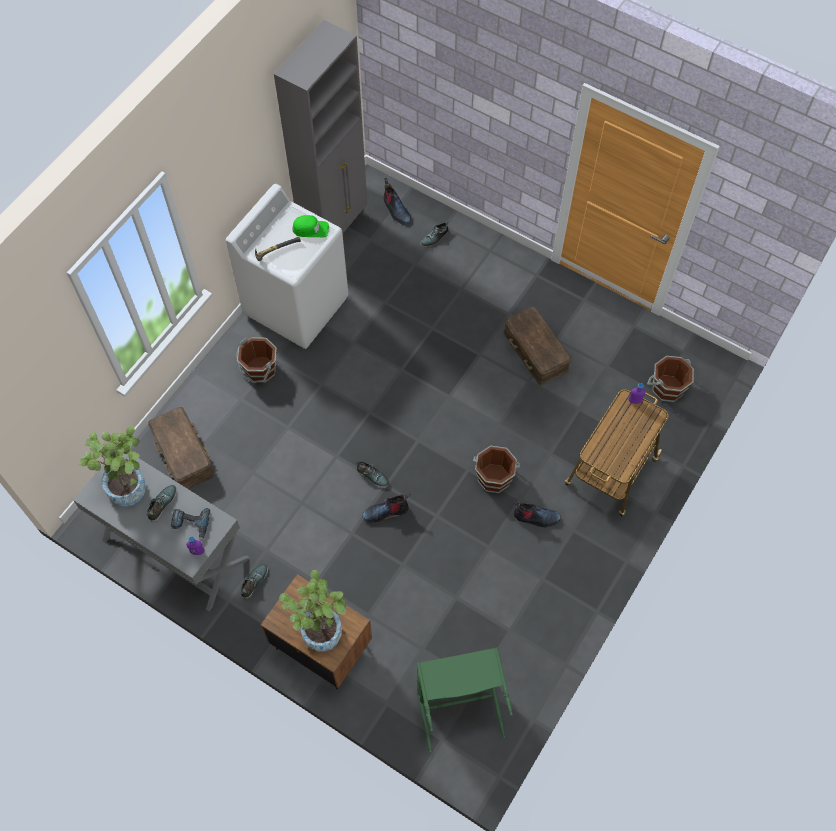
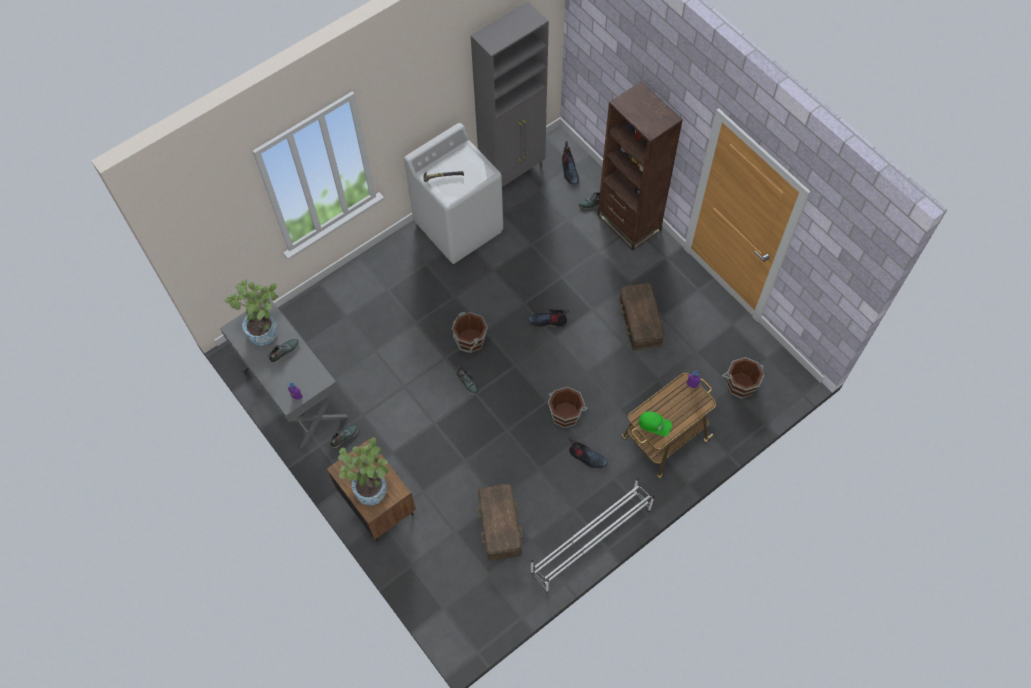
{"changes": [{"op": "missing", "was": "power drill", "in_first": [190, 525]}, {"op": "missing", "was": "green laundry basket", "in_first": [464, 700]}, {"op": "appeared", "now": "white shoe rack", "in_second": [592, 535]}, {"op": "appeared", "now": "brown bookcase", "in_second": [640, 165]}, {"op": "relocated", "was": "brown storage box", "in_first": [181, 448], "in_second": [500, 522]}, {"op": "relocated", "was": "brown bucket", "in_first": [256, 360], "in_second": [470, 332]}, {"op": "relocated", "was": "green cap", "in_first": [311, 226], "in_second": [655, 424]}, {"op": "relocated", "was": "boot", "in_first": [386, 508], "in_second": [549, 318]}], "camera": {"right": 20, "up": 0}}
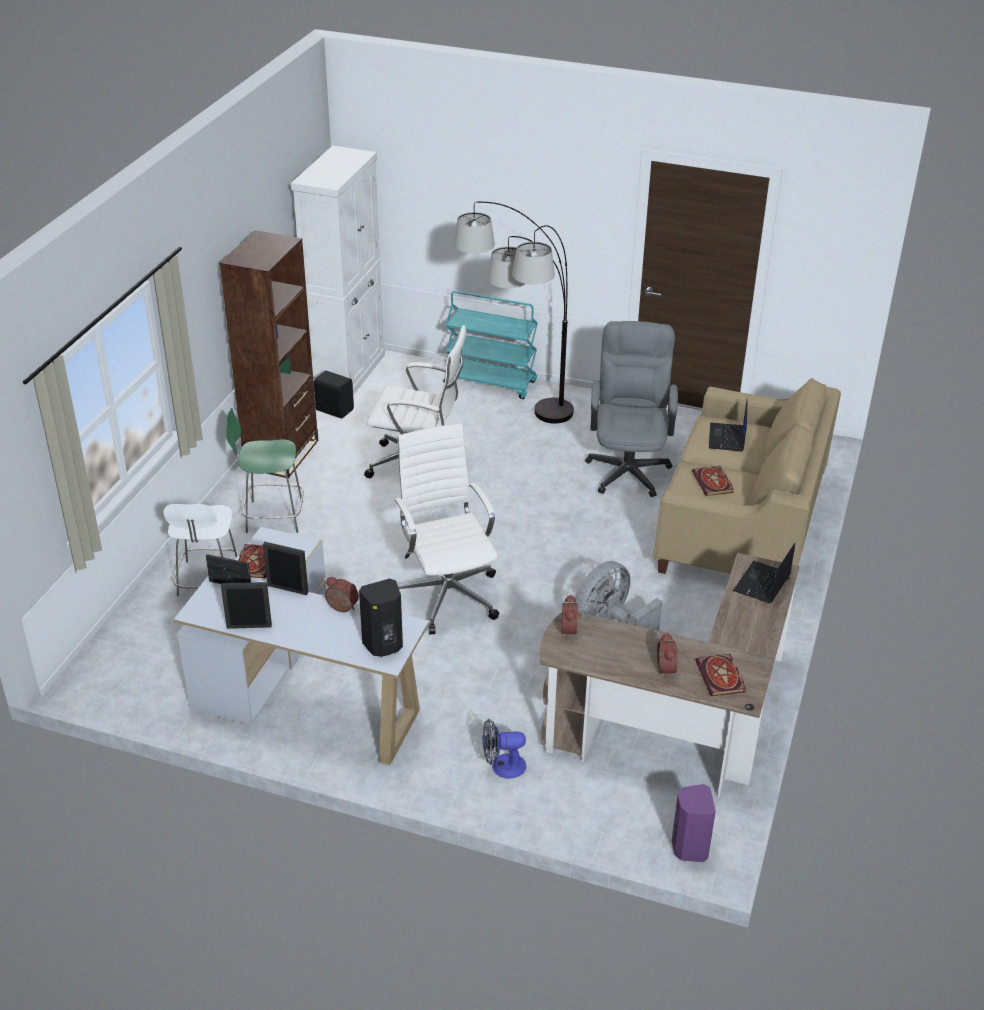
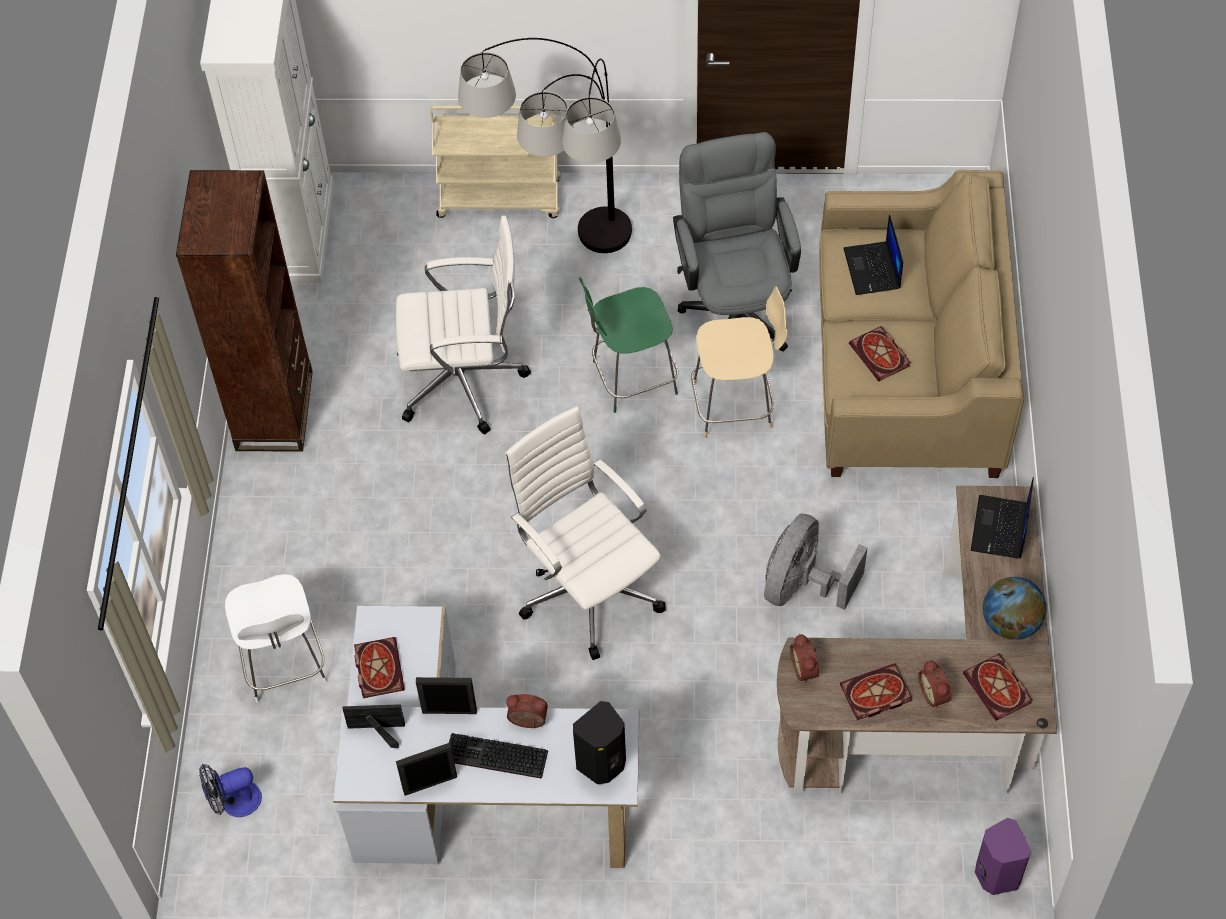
{"changes": [{"op": "missing", "was": "black speaker", "in_first": [334, 395]}, {"op": "appeared", "now": "keyboard", "in_second": [498, 756]}, {"op": "appeared", "now": "beige chair", "in_second": [739, 362]}, {"op": "appeared", "now": "book", "in_second": [876, 691]}, {"op": "appeared", "now": "globe", "in_second": [1015, 608]}, {"op": "relocated", "was": "green chair", "in_first": [265, 470], "in_second": [628, 345]}, {"op": "relocated", "was": "fan", "in_first": [504, 749], "in_second": [230, 790]}, {"op": "colour", "was": "turquoise cart", "now": "beige cart", "in_first": [490, 345], "in_second": [495, 162]}], "camera": {"right": -15, "up": 20}}
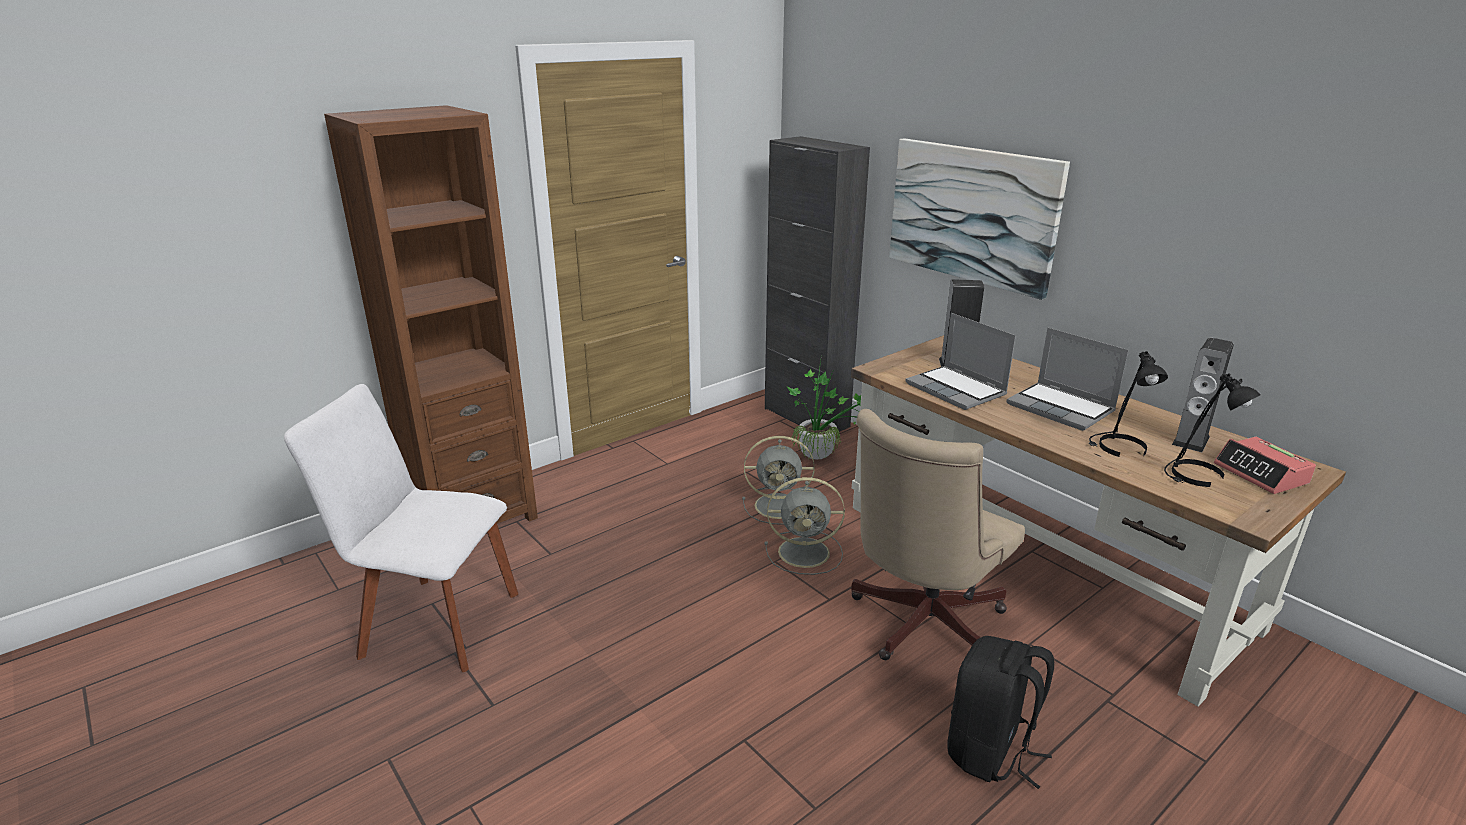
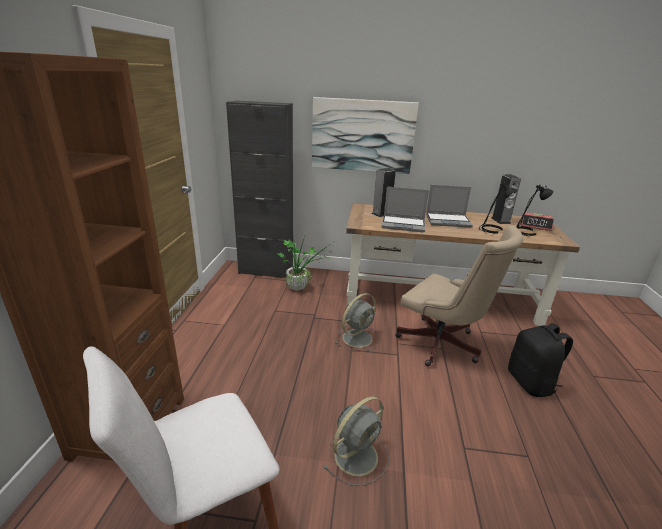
{"changes": [{"op": "relocated", "was": "grey fan", "in_first": [778, 480], "in_second": [356, 441]}, {"op": "spun", "was": "beige office chair", "in_first": [938, 534], "in_second": [459, 296], "clockwise": -45}], "camera": {"right": -45, "up": 0}}
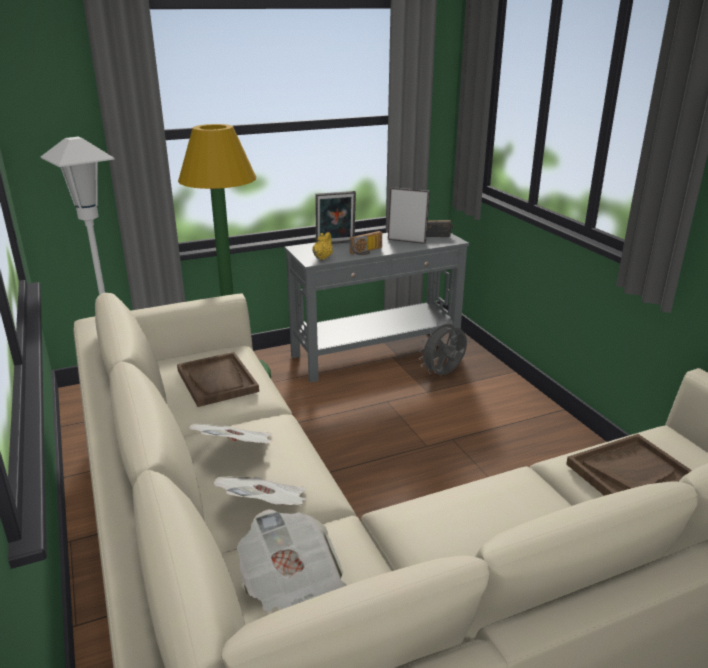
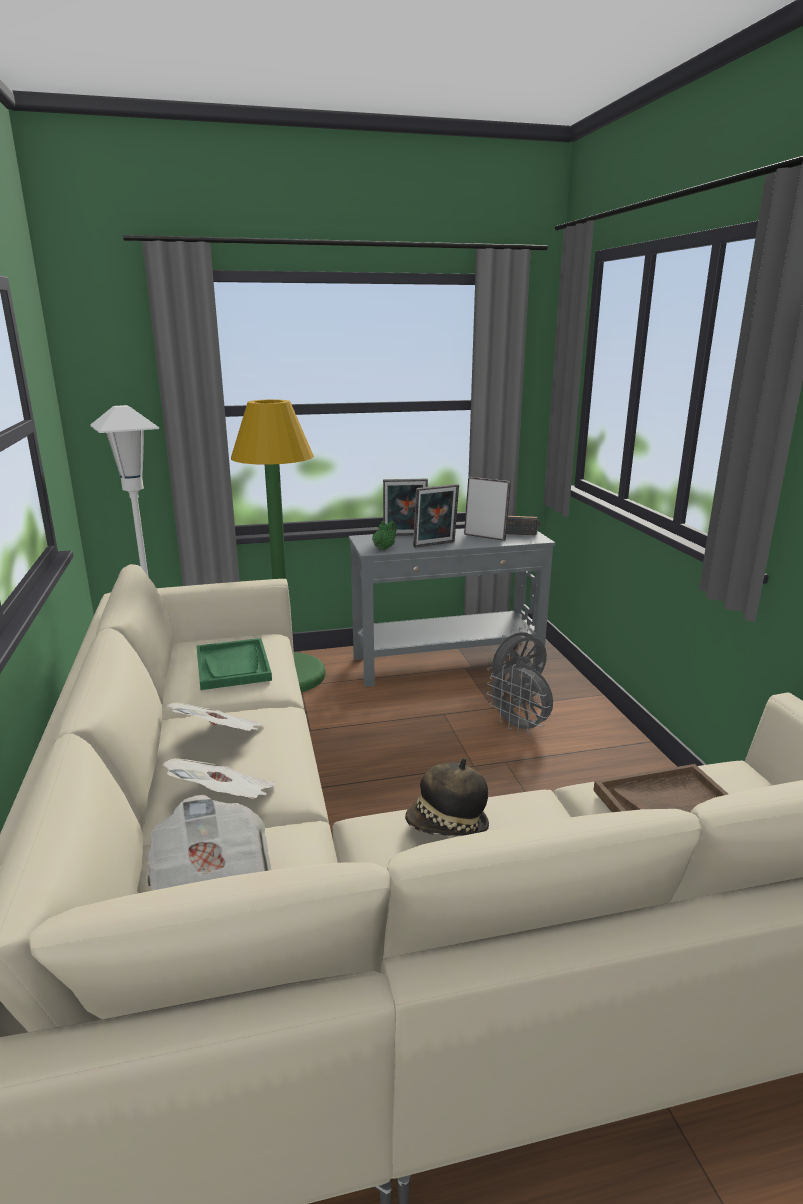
{"changes": [{"op": "appeared", "now": "hat", "in_second": [447, 797]}, {"op": "appeared", "now": "grey fan", "in_second": [520, 699]}, {"op": "exchanged", "was": "radio", "now": "picture frame", "in_first": [365, 243], "in_second": [436, 516]}, {"op": "colour", "was": "brown tray", "now": "green tray", "in_first": [218, 379], "in_second": [234, 664]}, {"op": "colour", "was": "yellow teapot", "now": "green teapot", "in_first": [323, 246], "in_second": [384, 535]}], "camera": {"right": 10, "up": -5}}
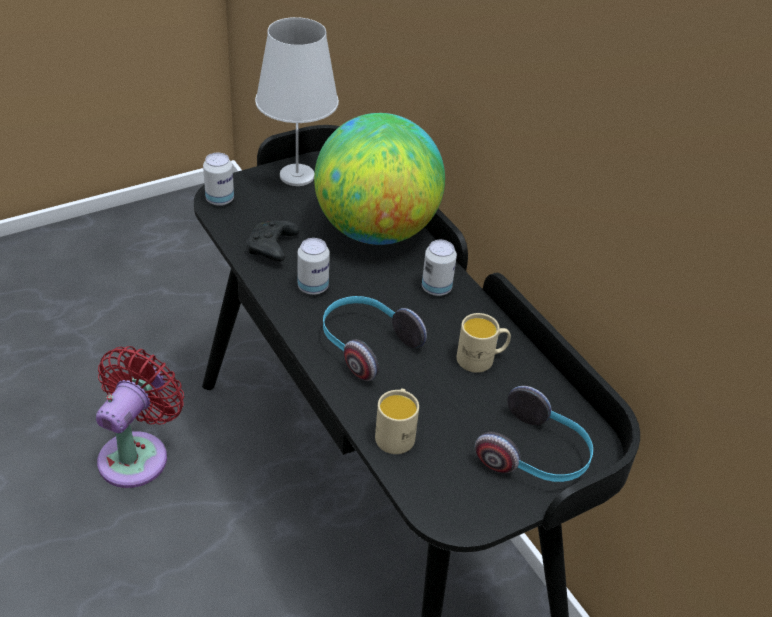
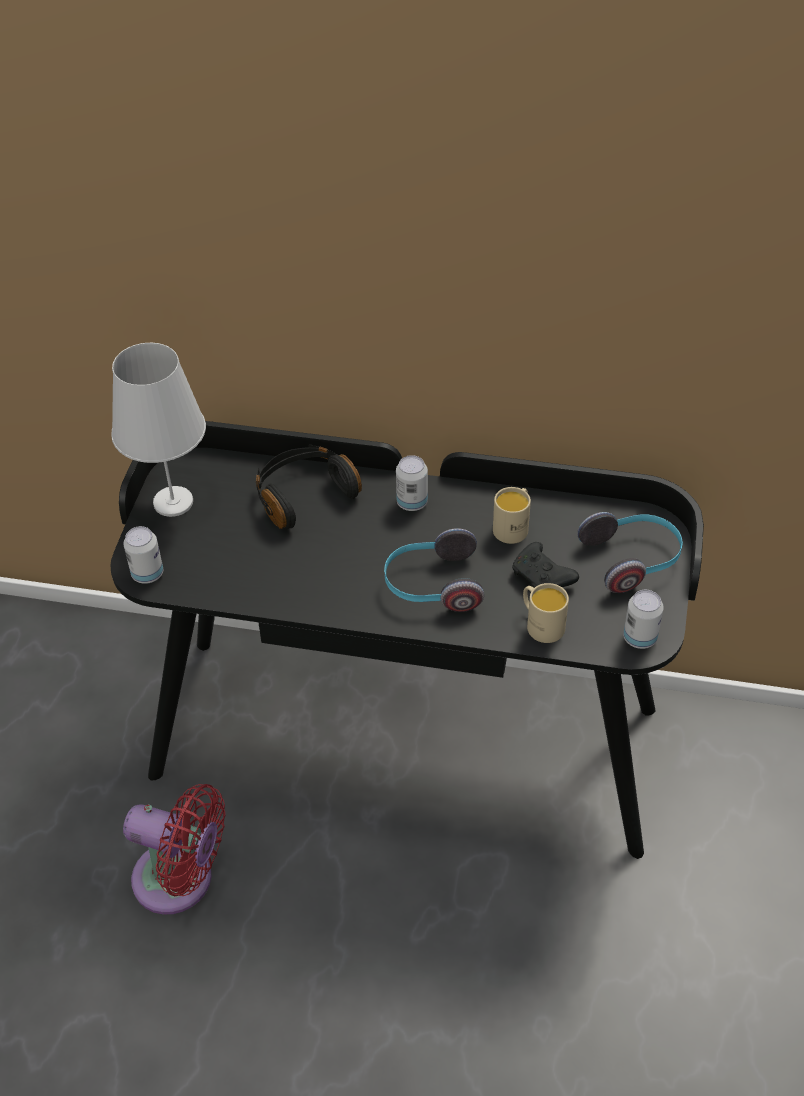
{"changes": [{"op": "relocated", "was": "black game controller", "in_first": [273, 241], "in_second": [545, 565]}, {"op": "relocated", "was": "can", "in_first": [314, 266], "in_second": [643, 619]}, {"op": "exchanged", "was": "globe", "now": "black headphones", "in_first": [379, 179], "in_second": [309, 487]}, {"op": "spun", "was": "red fan", "in_first": [140, 417], "in_second": [174, 849], "clockwise": 135}], "camera": {"right": -45, "up": 5}}
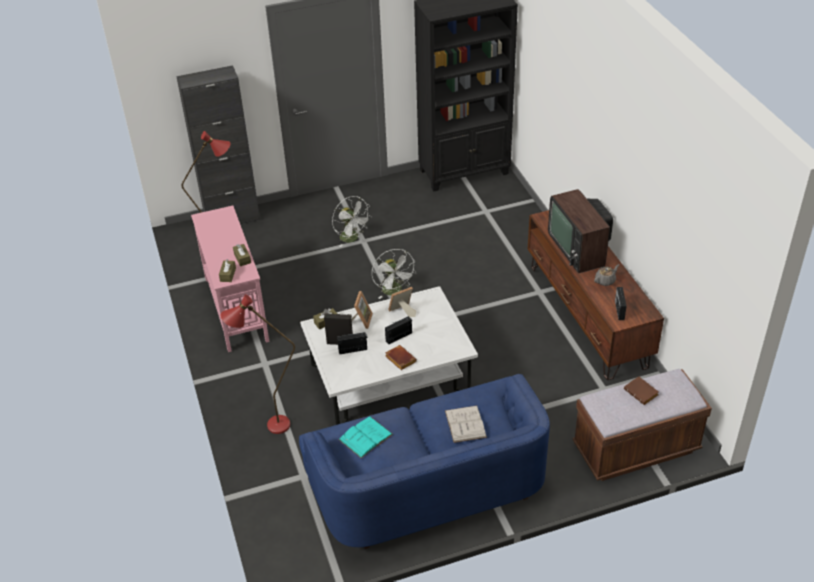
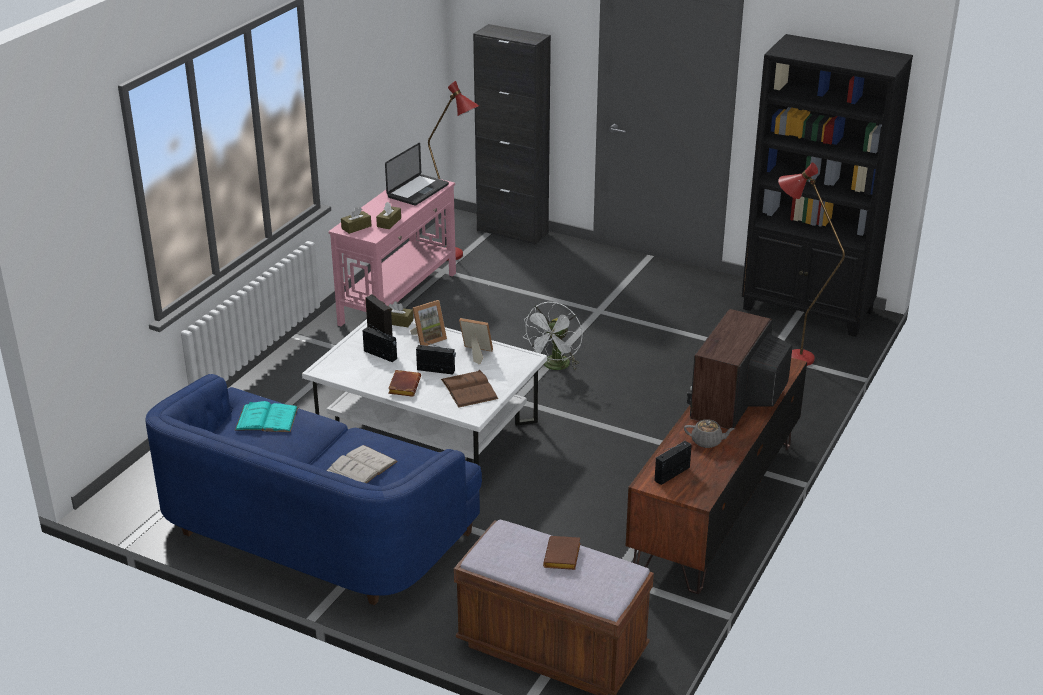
{"changes": [{"op": "missing", "was": "white fan", "in_first": [352, 221]}, {"op": "appeared", "now": "laptop", "in_second": [417, 174]}, {"op": "appeared", "now": "brown book", "in_second": [469, 389]}, {"op": "relocated", "was": "red floor lamp", "in_first": [257, 364], "in_second": [811, 264]}], "camera": {"right": 45, "up": -10}}
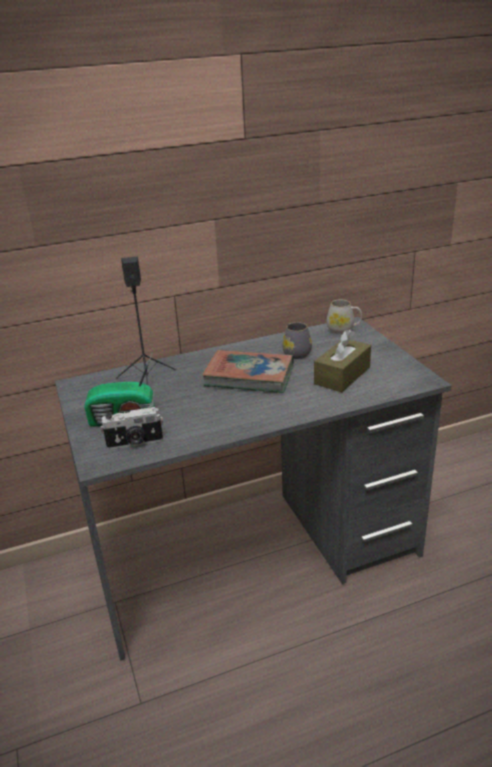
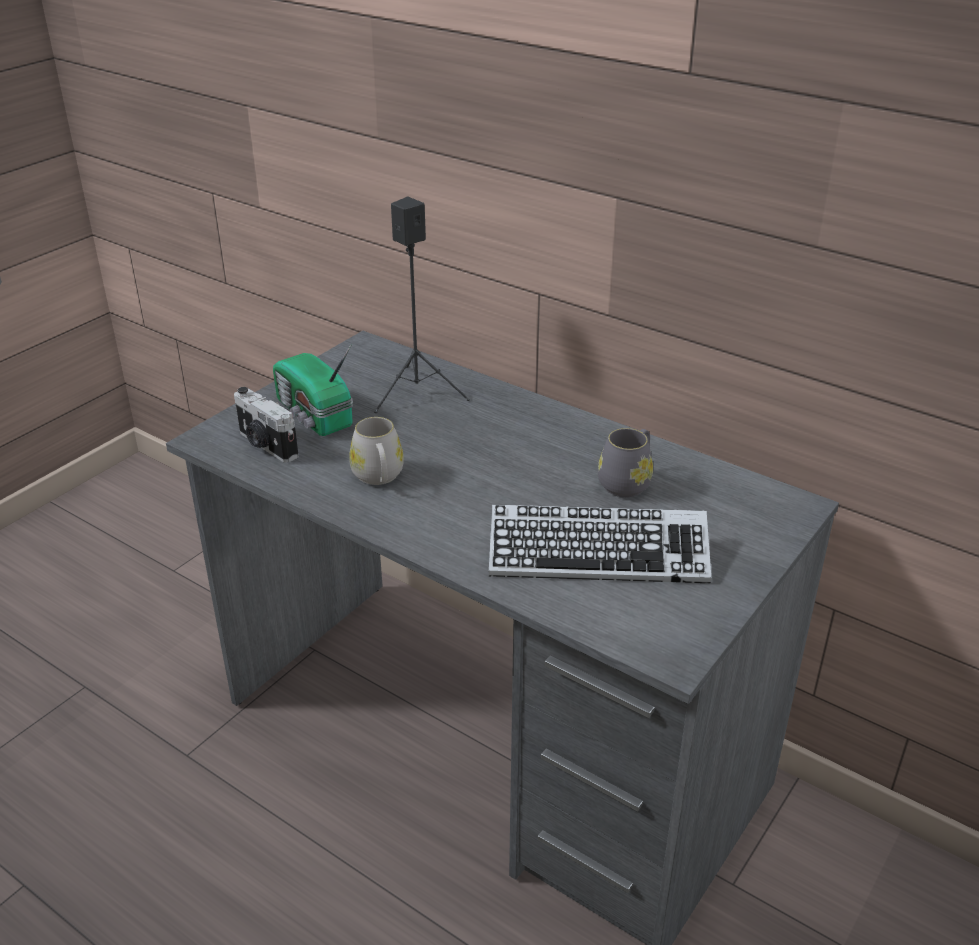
{"changes": [{"op": "missing", "was": "book", "in_first": [248, 371]}, {"op": "relocated", "was": "white mug", "in_first": [344, 316], "in_second": [376, 451]}, {"op": "exchanged", "was": "brown tissue box", "now": "keyboard", "in_first": [342, 361], "in_second": [600, 543]}], "camera": {"right": 55, "up": 5}}
